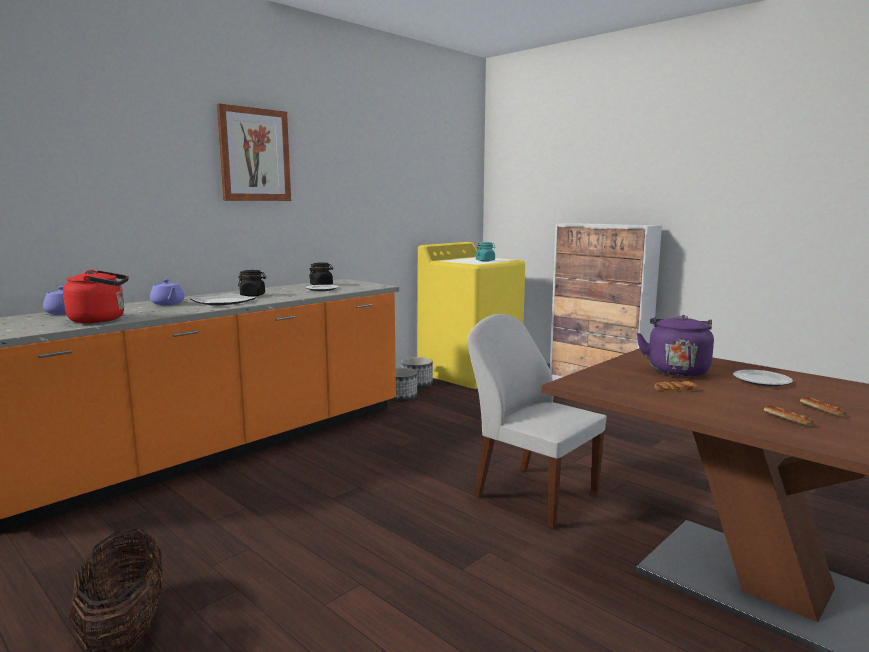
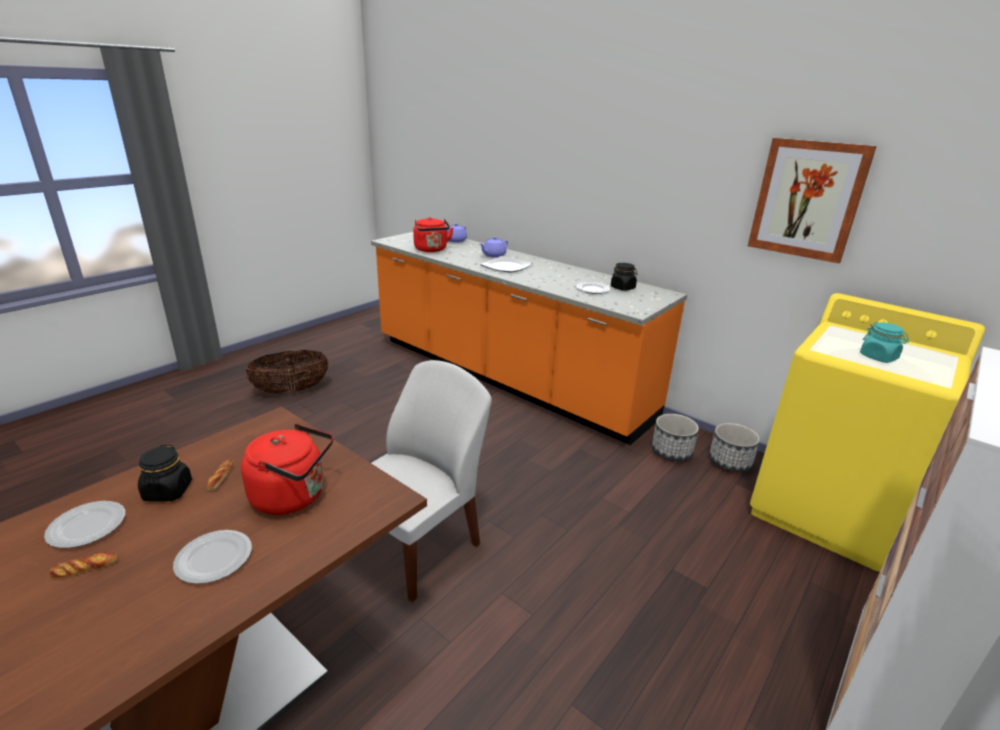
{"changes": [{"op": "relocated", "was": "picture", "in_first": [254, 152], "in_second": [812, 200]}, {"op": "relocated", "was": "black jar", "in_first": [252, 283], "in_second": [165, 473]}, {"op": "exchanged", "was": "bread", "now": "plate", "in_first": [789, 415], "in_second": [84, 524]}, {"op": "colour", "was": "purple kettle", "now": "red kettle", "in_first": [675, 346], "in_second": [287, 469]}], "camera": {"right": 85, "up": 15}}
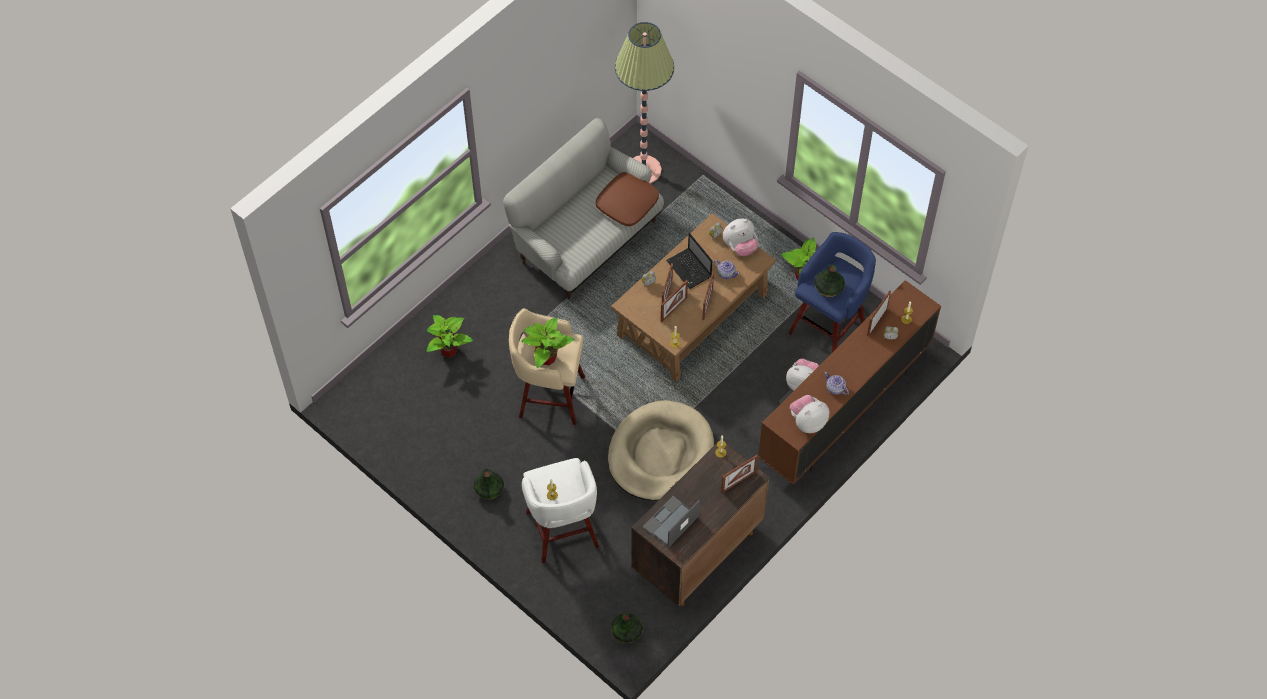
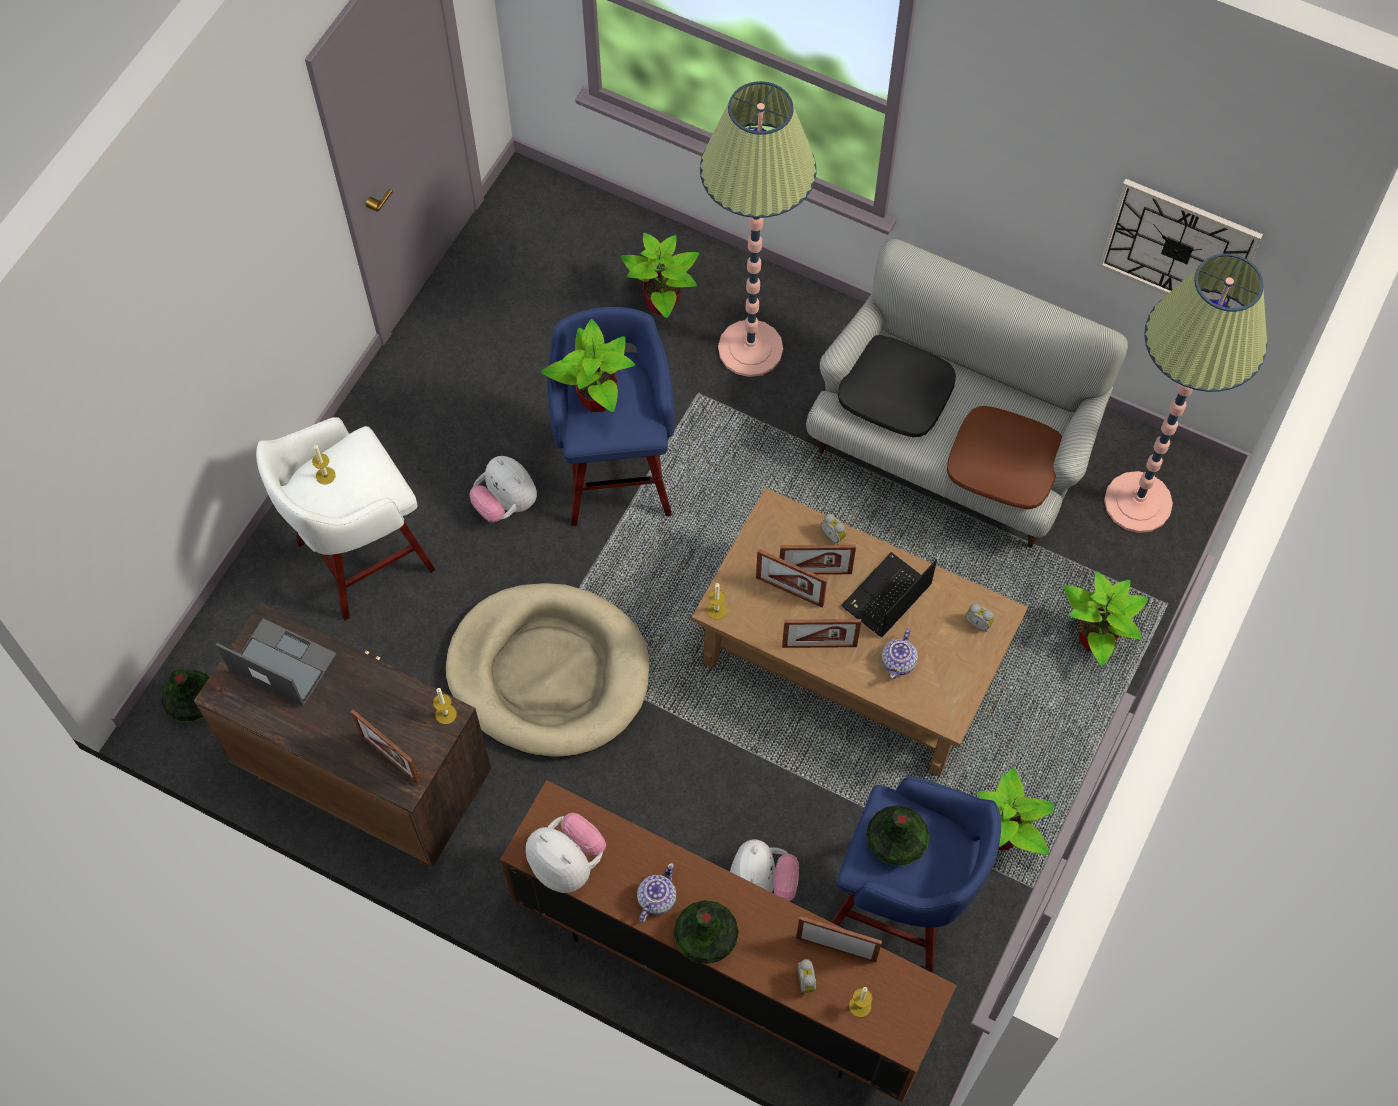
{"changes": [{"op": "appeared", "now": "floor lamp", "in_second": [758, 229]}, {"op": "appeared", "now": "black pillow", "in_second": [897, 386]}, {"op": "appeared", "now": "potted plant", "in_second": [1105, 618]}, {"op": "appeared", "now": "wall clock", "in_second": [1180, 243]}, {"op": "relocated", "was": "vase", "in_first": [488, 484], "in_second": [706, 932]}, {"op": "relocated", "was": "plush toy", "in_first": [740, 237], "in_second": [503, 489]}, {"op": "colour", "was": "beige stool", "now": "blue stool", "in_first": [547, 366], "in_second": [611, 416]}], "camera": {"right": 75, "up": 5}}
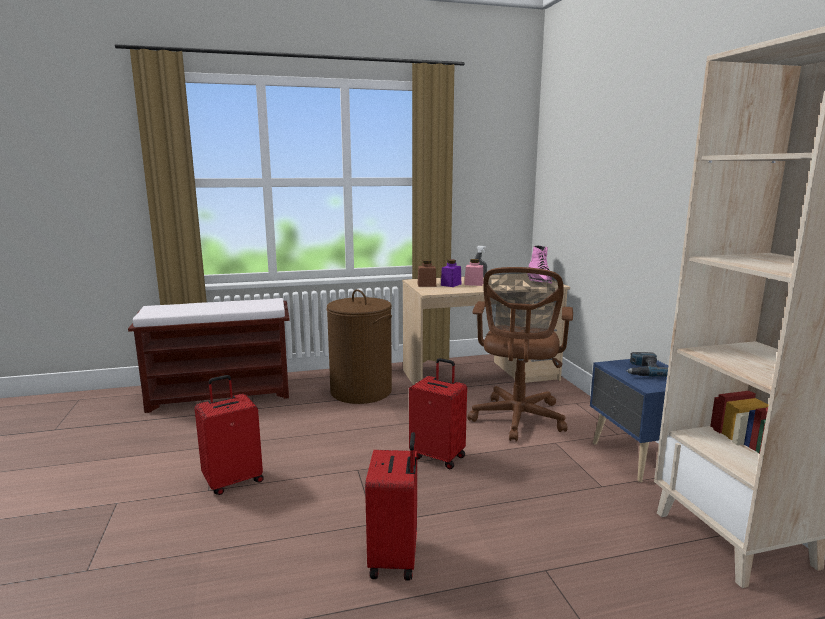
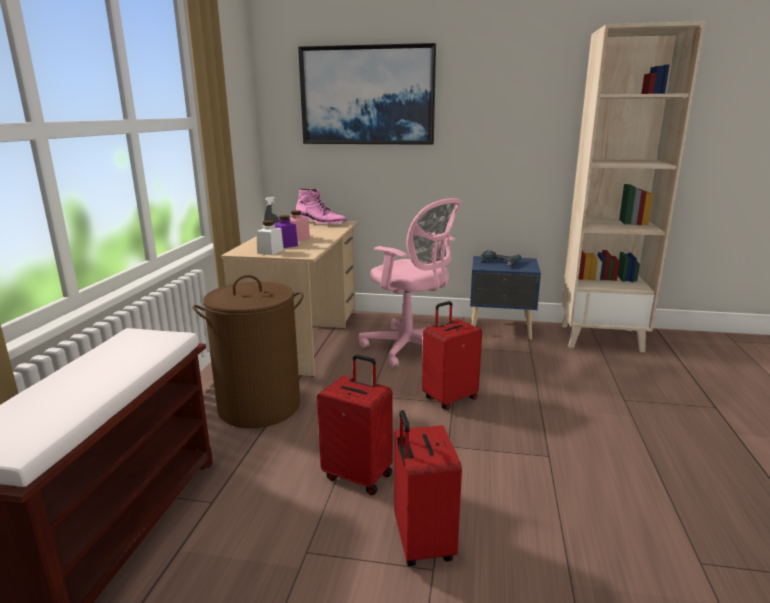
{"changes": [{"op": "appeared", "now": "picture", "in_second": [367, 94]}, {"op": "relocated", "was": "red suitcase", "in_first": [391, 506], "in_second": [355, 424]}, {"op": "colour", "was": "brown jar", "now": "white jar", "in_first": [427, 273], "in_second": [270, 237]}, {"op": "colour", "was": "brown office chair", "now": "pink office chair", "in_first": [520, 354], "in_second": [410, 283]}], "camera": {"right": -65, "up": 5}}
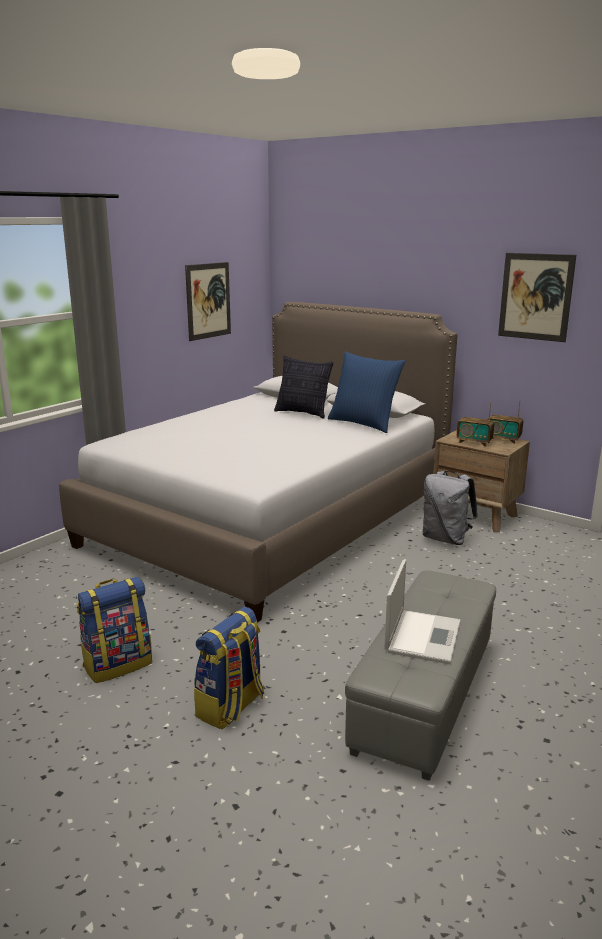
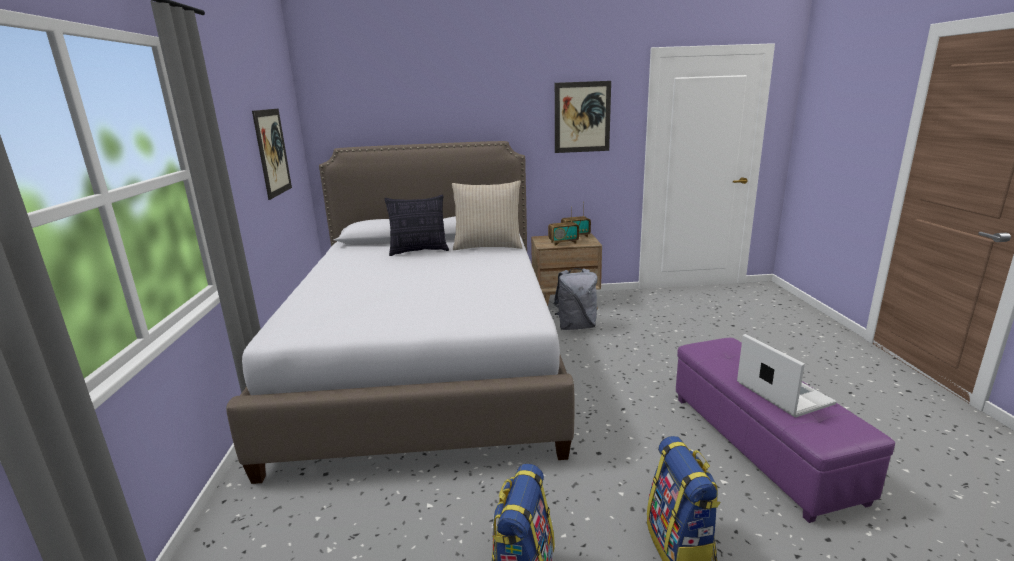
{"changes": [{"op": "colour", "was": "blue pillow", "now": "beige pillow", "in_first": [366, 392], "in_second": [487, 215]}, {"op": "colour", "was": "grey ottoman", "now": "purple ottoman", "in_first": [420, 675], "in_second": [785, 430]}], "camera": {"right": -40, "up": 0}}
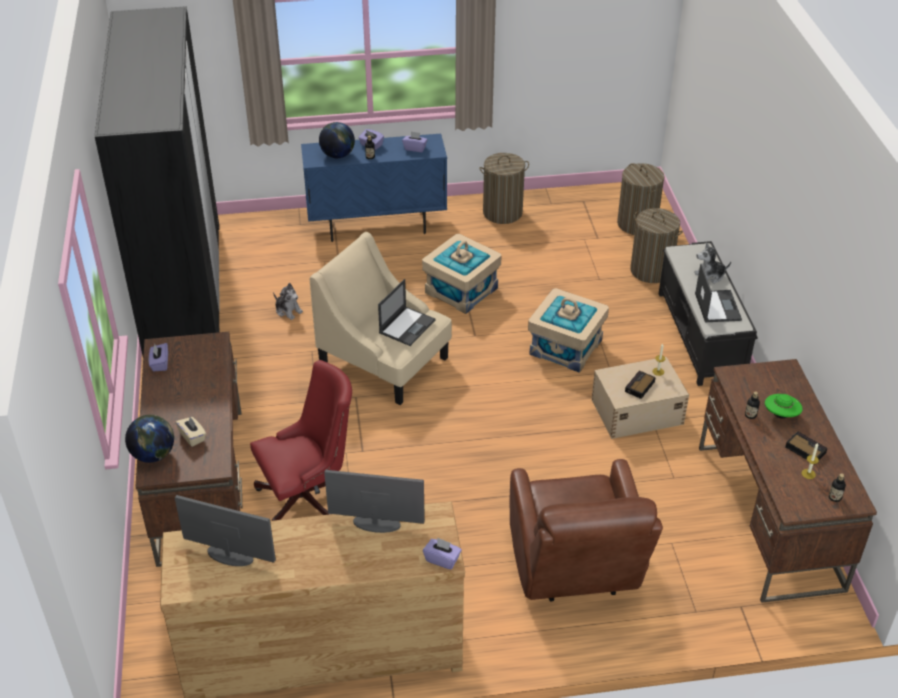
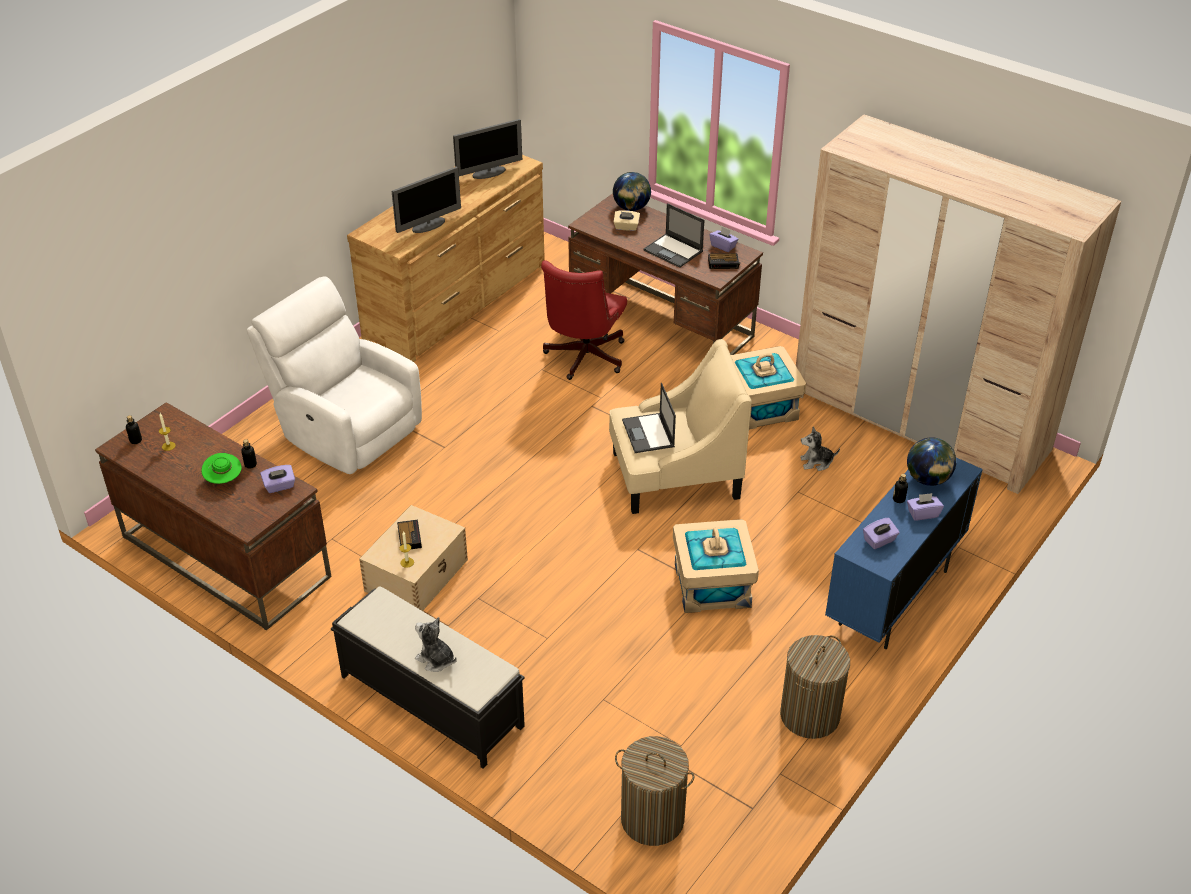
{"changes": [{"op": "missing", "was": "laundry basket", "in_first": [656, 245]}, {"op": "relocated", "was": "purple tissue box", "in_first": [442, 554], "in_second": [277, 479]}, {"op": "relocated", "was": "beige storage box", "in_first": [568, 330], "in_second": [768, 388]}, {"op": "relocated", "was": "laptop", "in_first": [718, 293], "in_second": [673, 235]}, {"op": "relocated", "was": "alarm clock", "in_first": [806, 446], "in_second": [724, 261]}, {"op": "colour", "was": "black wardrobe", "now": "beige wardrobe", "in_first": [157, 180], "in_second": [958, 304]}, {"op": "colour", "was": "brown armchair", "now": "white armchair", "in_first": [586, 530], "in_second": [334, 375]}, {"op": "spun", "was": "plush toy", "in_first": [712, 263], "in_second": [436, 644], "clockwise": -90}], "camera": {"right": 135, "up": 0}}
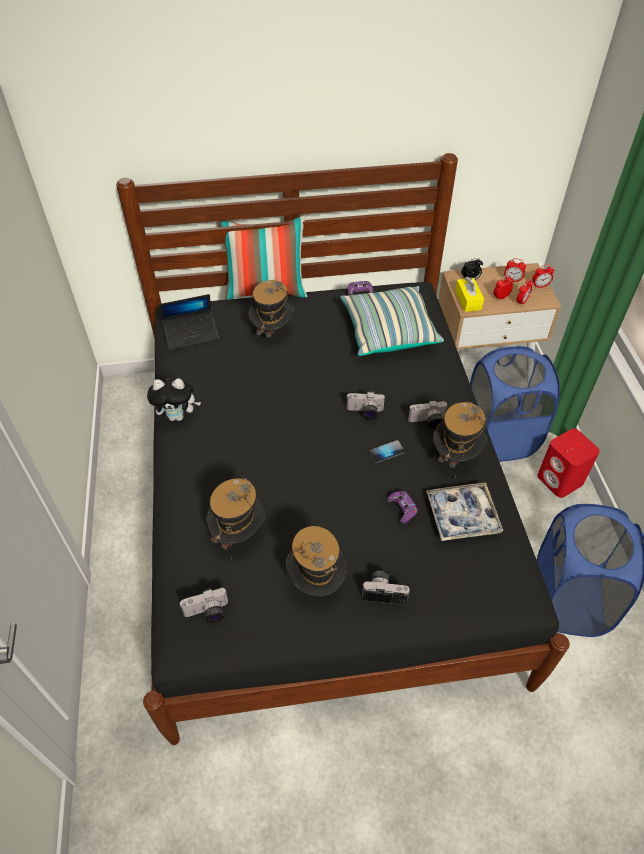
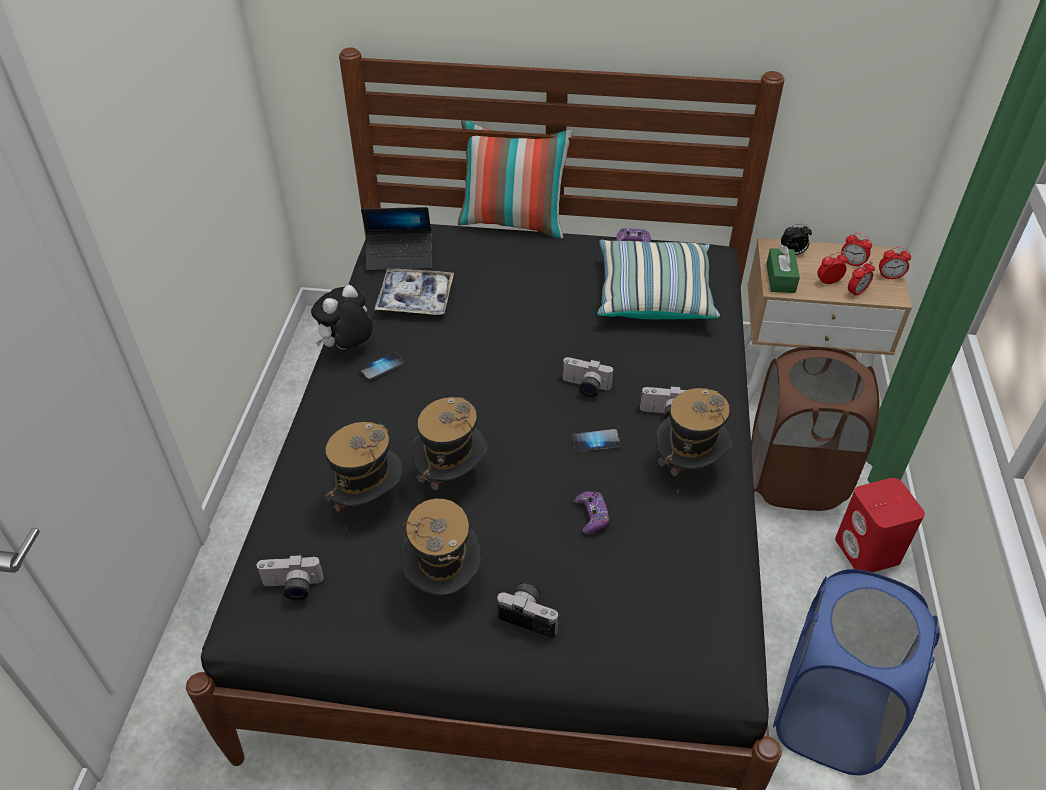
{"changes": [{"op": "appeared", "now": "phone", "in_second": [381, 366]}, {"op": "relocated", "was": "hat", "in_first": [271, 309], "in_second": [449, 448]}, {"op": "relocated", "was": "tray", "in_first": [464, 512], "in_second": [414, 292]}, {"op": "colour", "was": "yellow tissue box", "now": "green tissue box", "in_first": [469, 294], "in_second": [783, 269]}, {"op": "colour", "was": "blue laundry basket", "now": "brown laundry basket", "in_first": [515, 404], "in_second": [815, 428]}, {"op": "spun", "was": "plush toy", "in_first": [174, 399], "in_second": [342, 317], "clockwise": 120}], "camera": {"right": 15, "up": -5}}
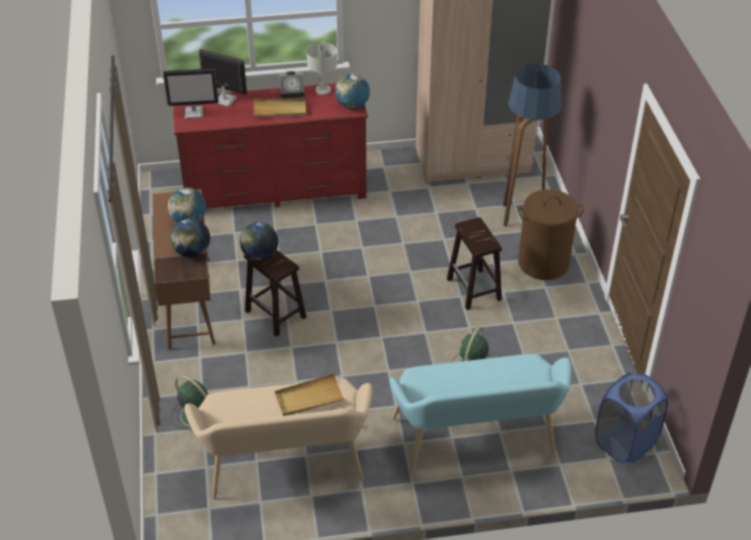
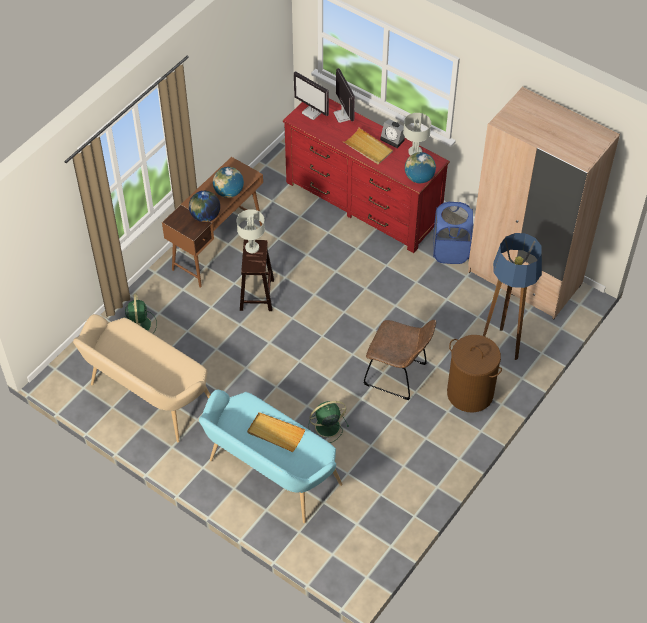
{"changes": [{"op": "relocated", "was": "beige tray", "in_first": [310, 394], "in_second": [276, 432]}, {"op": "relocated", "was": "blue laundry basket", "in_first": [631, 418], "in_second": [453, 233]}, {"op": "exchanged", "was": "globe", "now": "grey table lamp", "in_first": [259, 241], "in_second": [250, 231]}, {"op": "exchanged", "was": "brown stool", "now": "brown chair", "in_first": [474, 263], "in_second": [400, 360]}], "camera": {"right": 45, "up": 10}}
